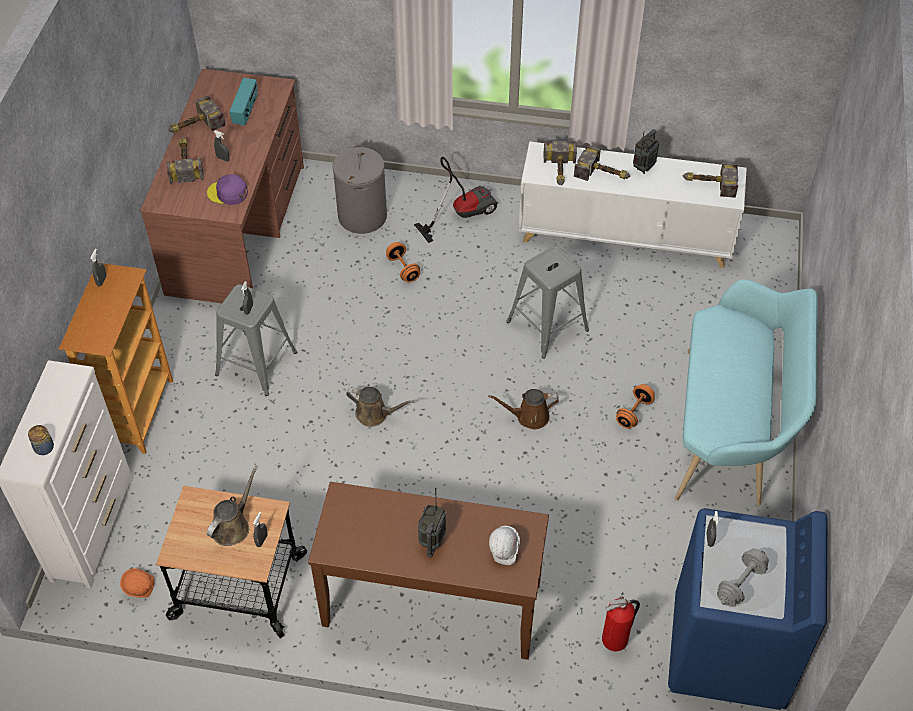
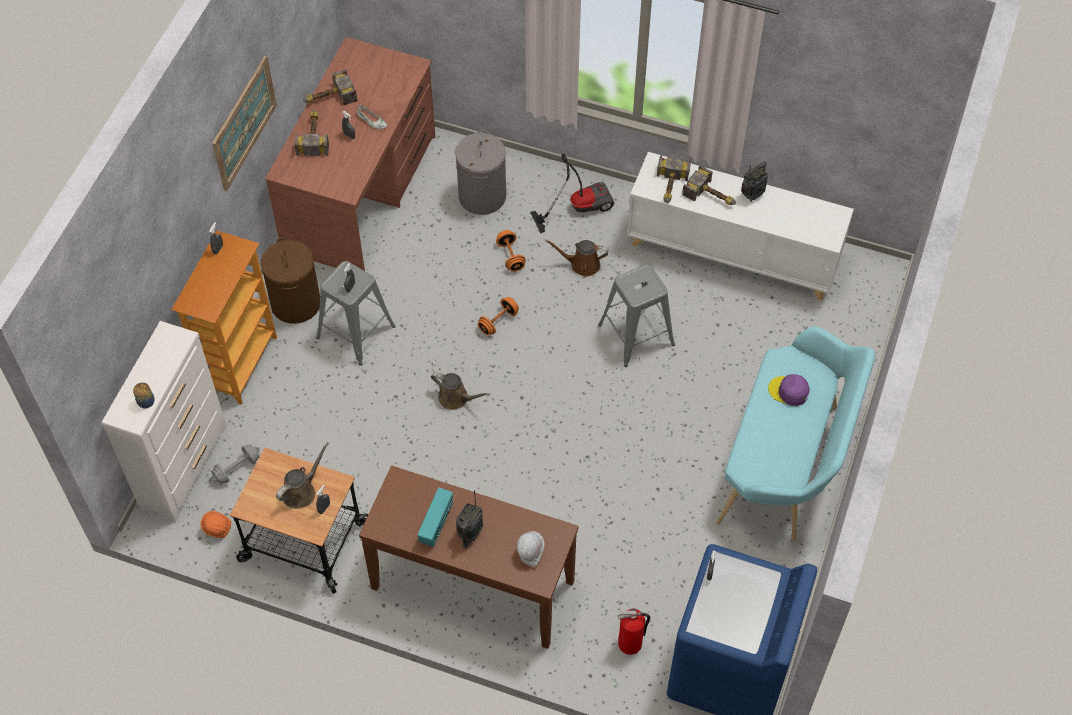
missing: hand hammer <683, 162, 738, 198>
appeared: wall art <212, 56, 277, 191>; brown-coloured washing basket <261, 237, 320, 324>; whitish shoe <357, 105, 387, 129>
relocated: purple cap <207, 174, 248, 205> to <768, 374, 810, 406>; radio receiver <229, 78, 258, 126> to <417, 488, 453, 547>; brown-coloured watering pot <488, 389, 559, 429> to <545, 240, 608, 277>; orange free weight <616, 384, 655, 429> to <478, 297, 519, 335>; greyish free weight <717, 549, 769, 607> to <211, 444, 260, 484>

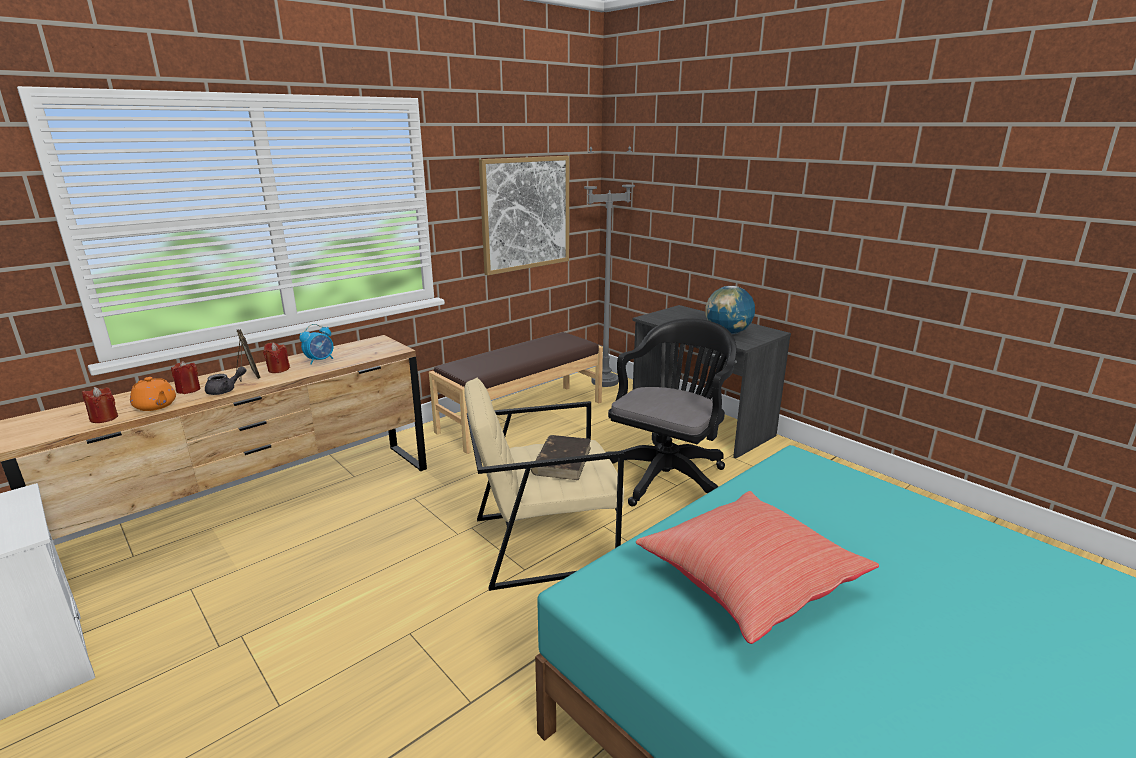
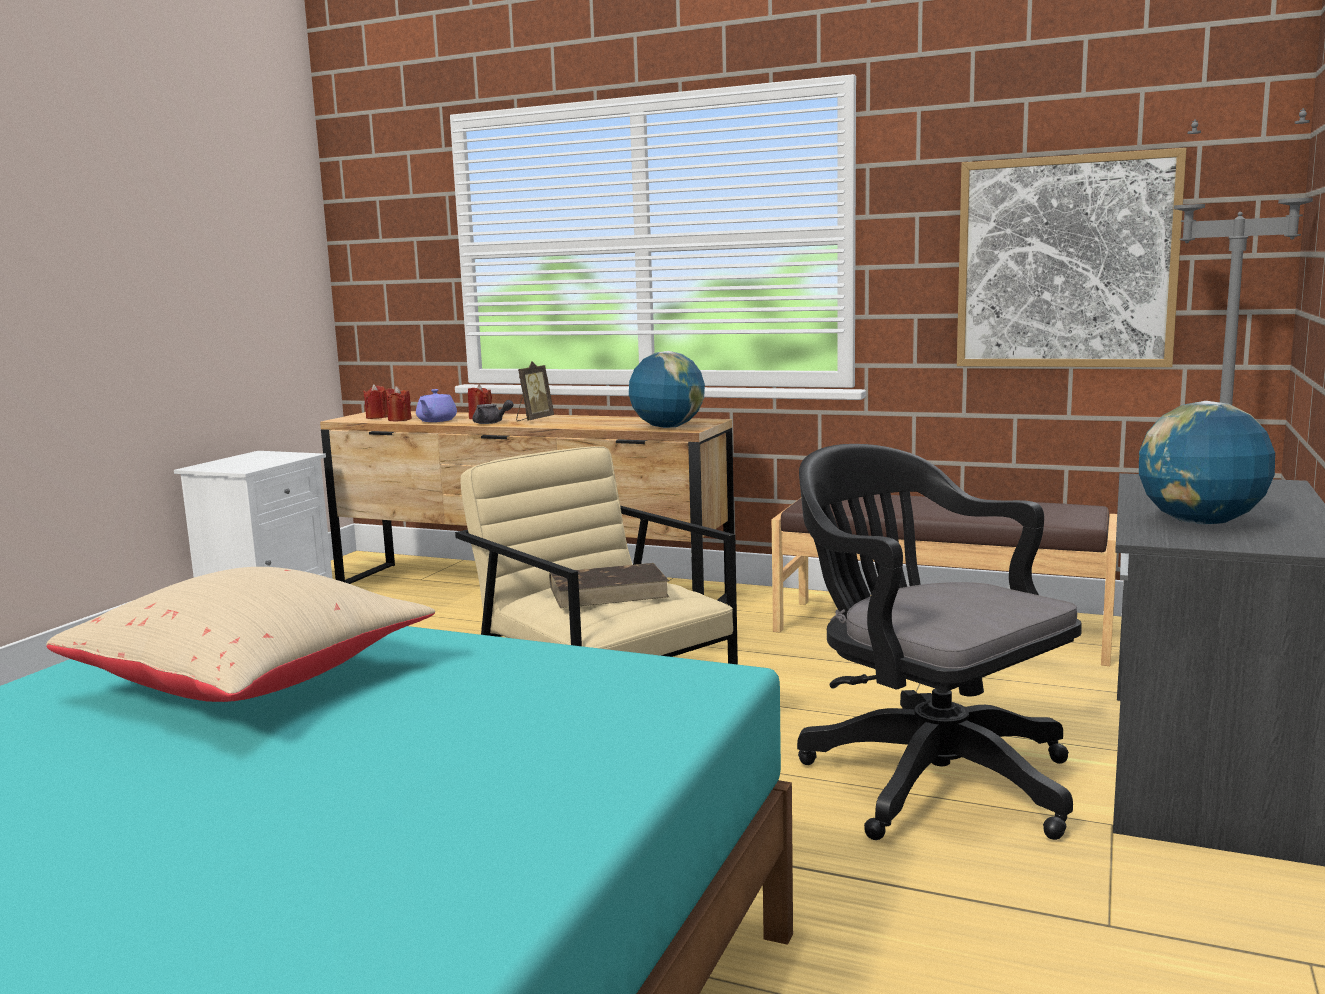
missing: table clock <299, 324, 333, 365>
appeared: world globe <629, 351, 705, 428>
relocated: red-coloured wax light <263, 342, 290, 373> to <363, 384, 388, 419>
colour: orange pot for tea <130, 377, 176, 411> to purple pot for tea <416, 389, 457, 422>; red-coloured throw pillow <636, 491, 879, 644> to beige throw pillow <46, 567, 435, 702>
spun: blackish office chair <606, 318, 736, 507> = <797, 444, 1082, 840> 135 degrees counterclockwise

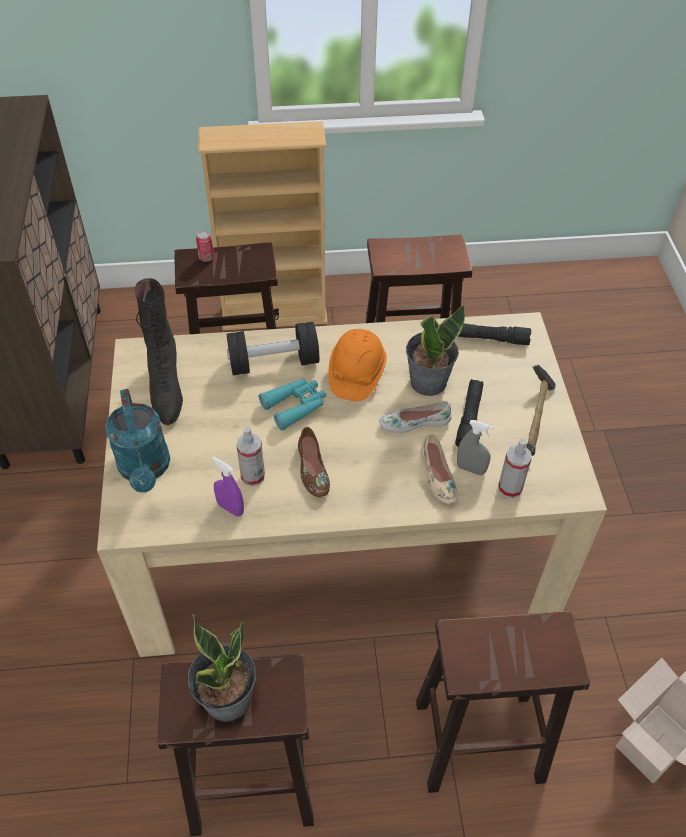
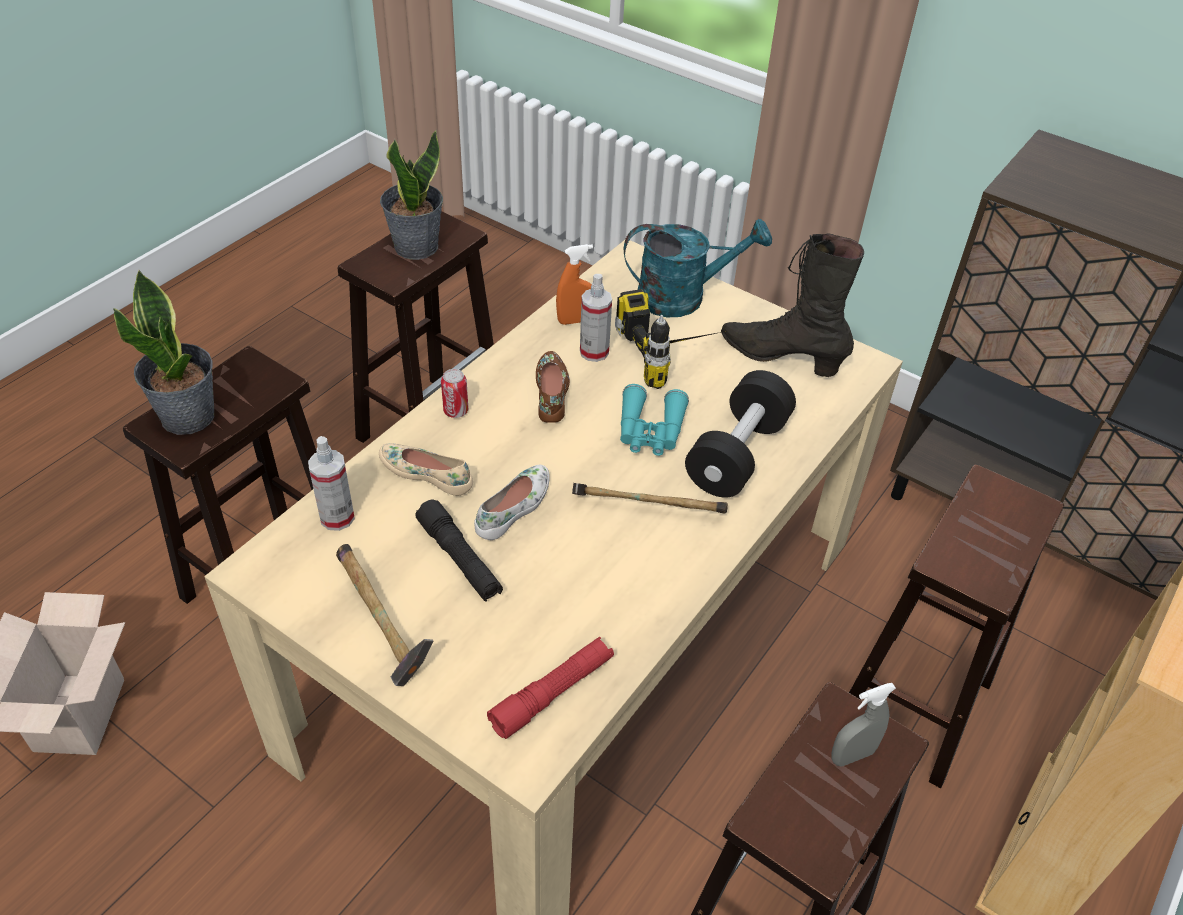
appeared: drill <615, 289, 721, 389>
relocated: metal can <196, 231, 214, 262> to <441, 369, 468, 418>; plant in a pot <406, 305, 465, 396> to <113, 270, 214, 435>; greyish hand sprayer <457, 420, 493, 475> to <831, 683, 896, 767>
exchanged: orange safety helmet <328, 329, 387, 401> to hand hammer <572, 483, 728, 514>
colour: purple hand sprayer <212, 457, 244, 517> to orange hand sprayer <556, 244, 593, 325>; blackish torch <458, 324, 531, 345> to red-coloured torch <487, 637, 614, 739>
spun: turquoise-coloured watering pot <105, 389, 170, 493> = <624, 219, 772, 317> 150 degrees clockwise; brown-coloured shoe <298, 427, 330, 497> = <536, 351, 570, 423> 60 degrees clockwise

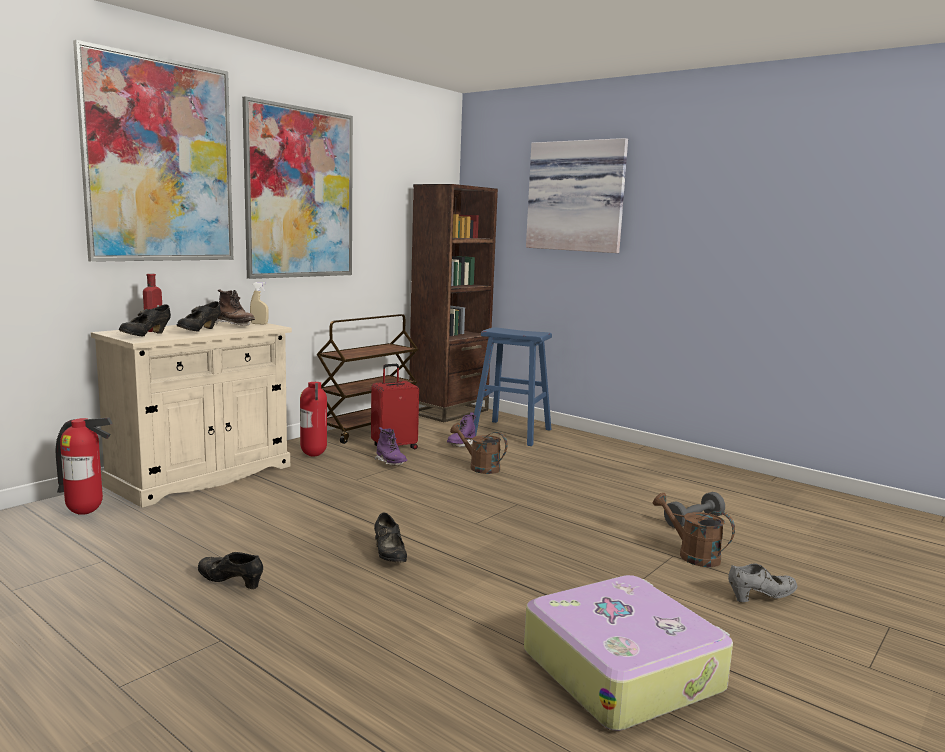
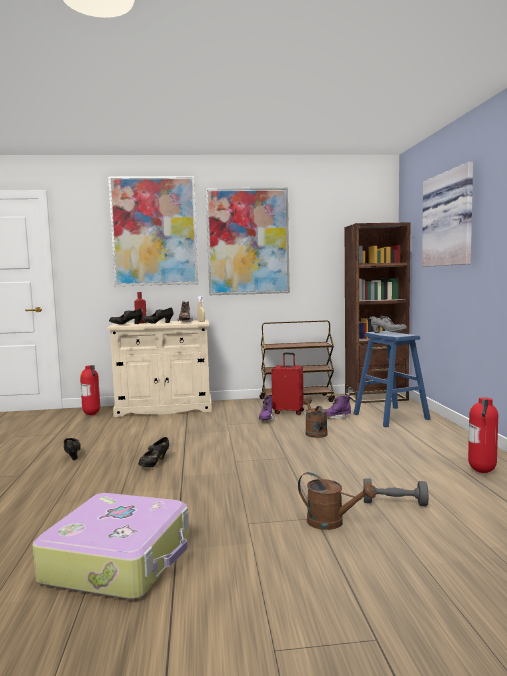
relocated: extinguisher <300, 382, 327, 457> to <468, 398, 498, 473>; greyish shoe <728, 563, 797, 602> to <371, 316, 407, 333>
spun: brown-coloured watering pot <653, 493, 735, 567> = <298, 472, 376, 530> 120 degrees clockwise

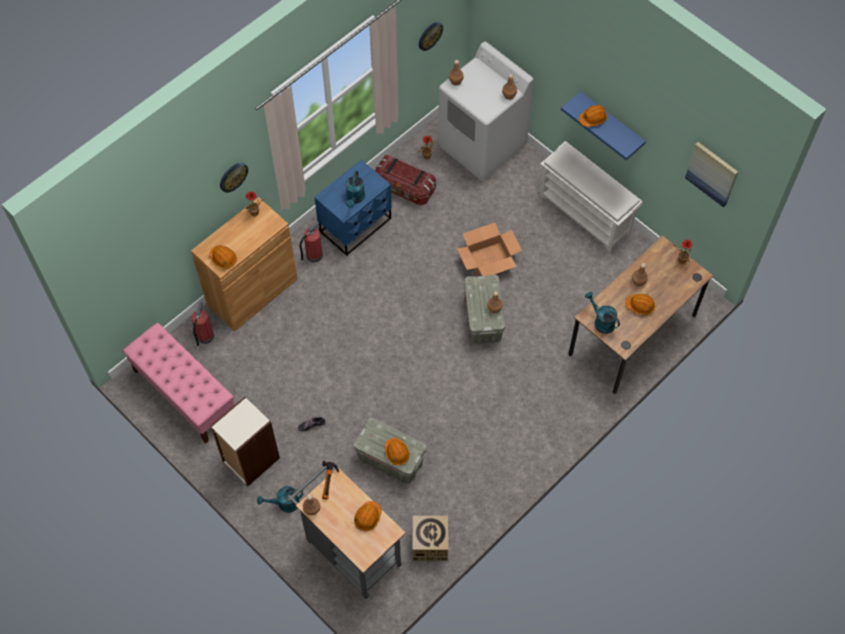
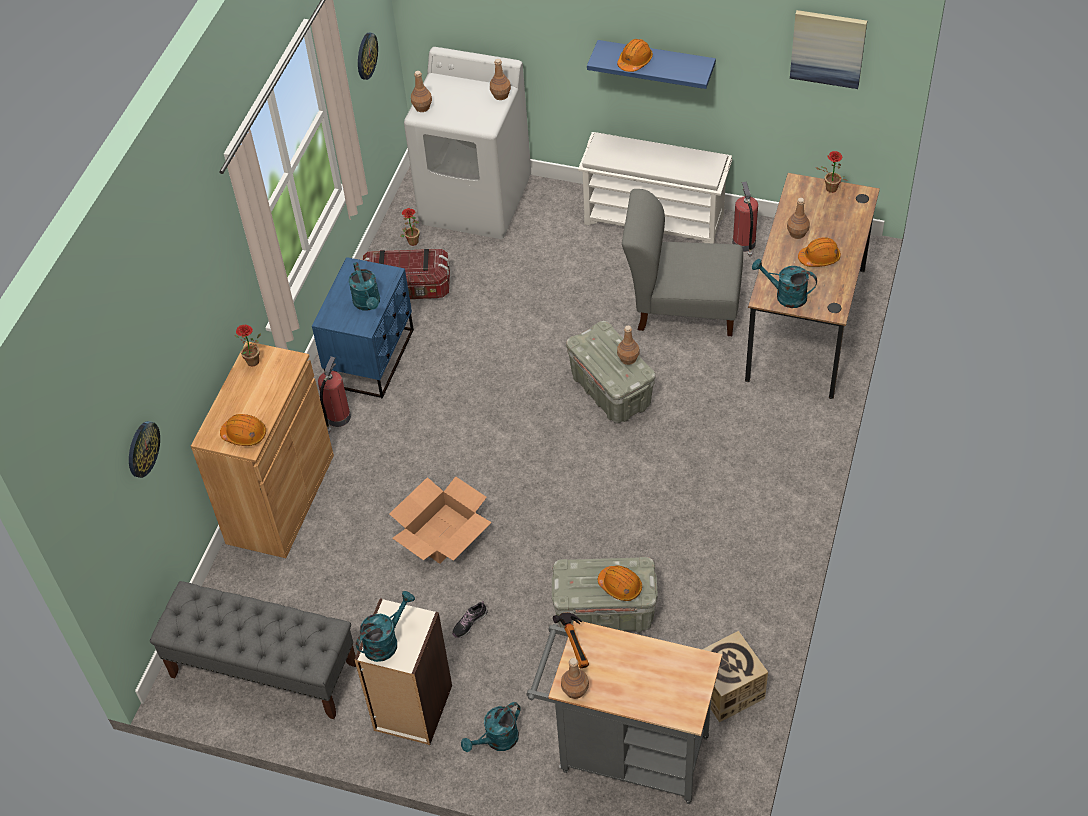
missing: orange safety helmet <354, 501, 382, 532>
appeared: turquoise-coloured watering pot <356, 591, 415, 662>; greyish plain chair <622, 189, 743, 336>
relocated: extinguisher <191, 302, 214, 349> to <733, 181, 758, 257>; hanging clock <220, 163, 248, 193> to <129, 421, 160, 478>; packing box <457, 223, 522, 276> to <389, 476, 492, 564>
colour: pinkish long seat <123, 322, 234, 443> to greyish long seat <150, 581, 356, 719>

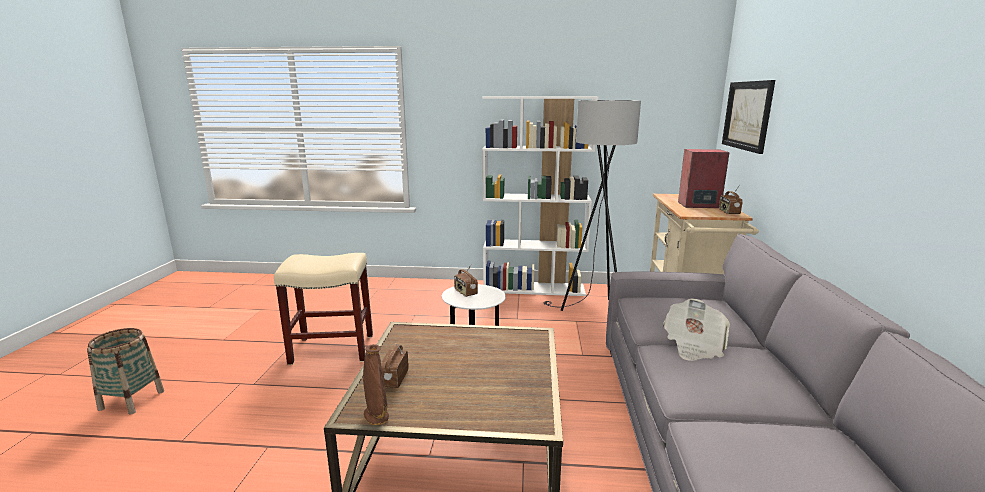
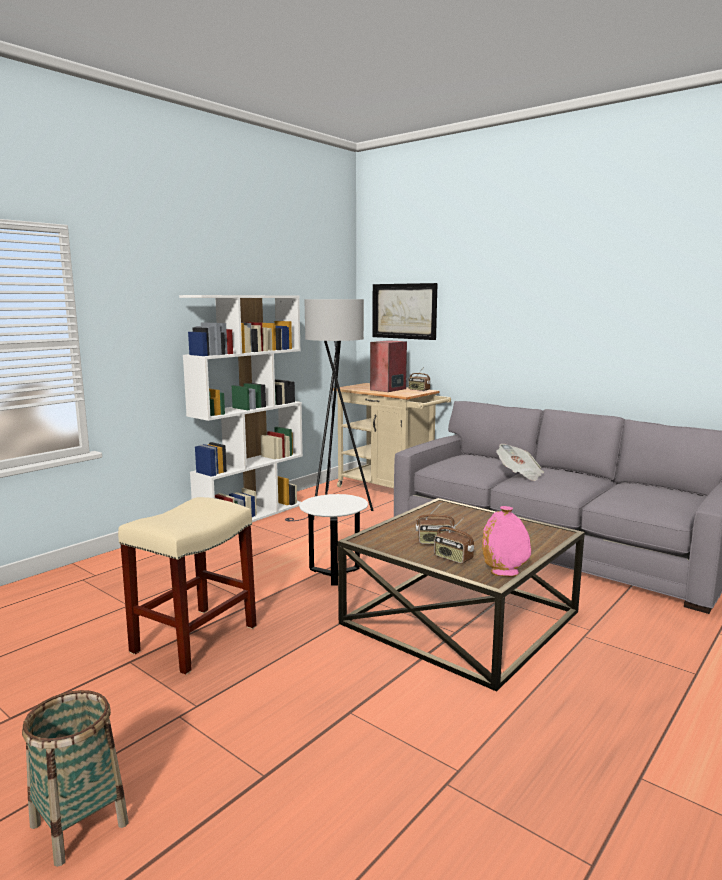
relocated: radio receiver <454, 264, 478, 297> to <416, 502, 455, 544>
colour: brown-coloured vase <363, 344, 389, 425> to pinkish vase <482, 506, 531, 577>

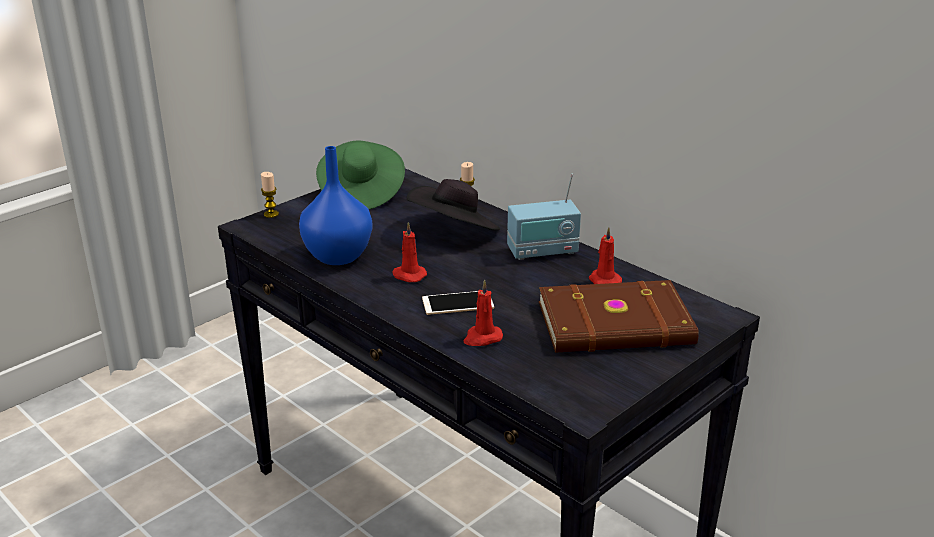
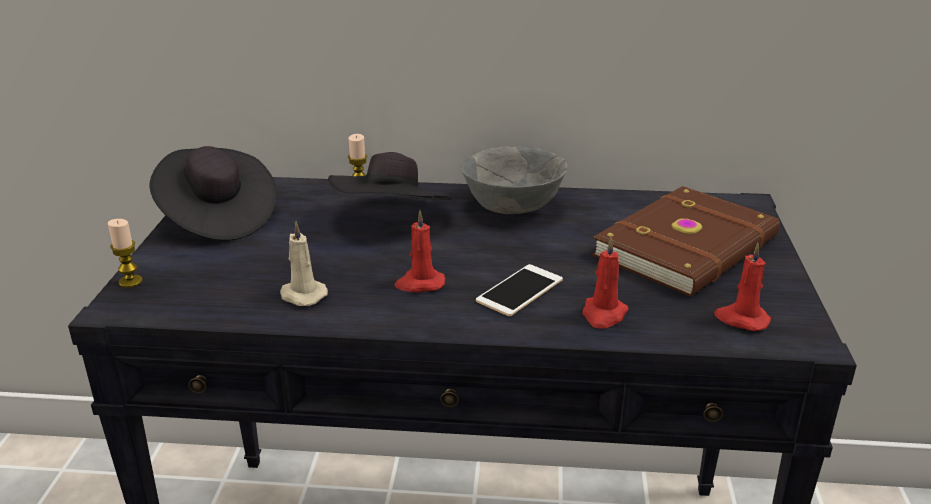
relocated: red-coloured wax light <589, 227, 622, 284> to <714, 243, 771, 331>
exchanged: bluish vase <299, 146, 373, 265> to beige wax light <280, 221, 328, 306>; radio receiver <507, 174, 581, 260> to greyish deep dish <461, 146, 567, 214>
colour: greenish clothing hat <316, 140, 405, 209> to blackish clothing hat <150, 146, 277, 241>

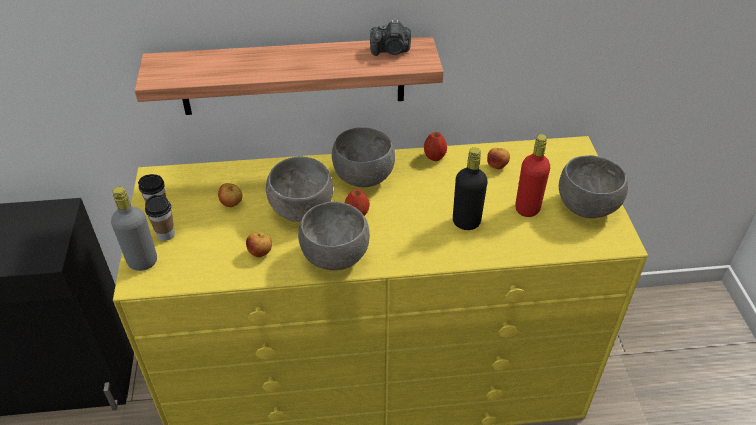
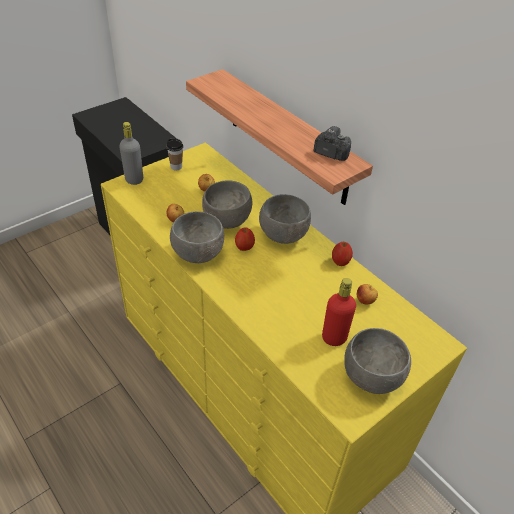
missing: cup <145, 195, 175, 241>; blackish bottle <453, 148, 488, 230>
spun: photo camera <370, 20, 411, 56> = <314, 126, 351, 161> 150 degrees clockwise

